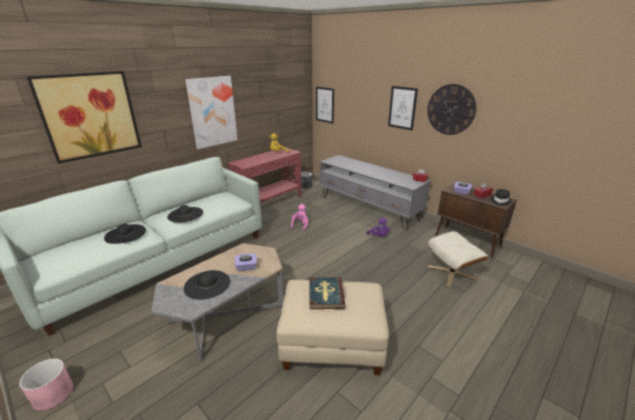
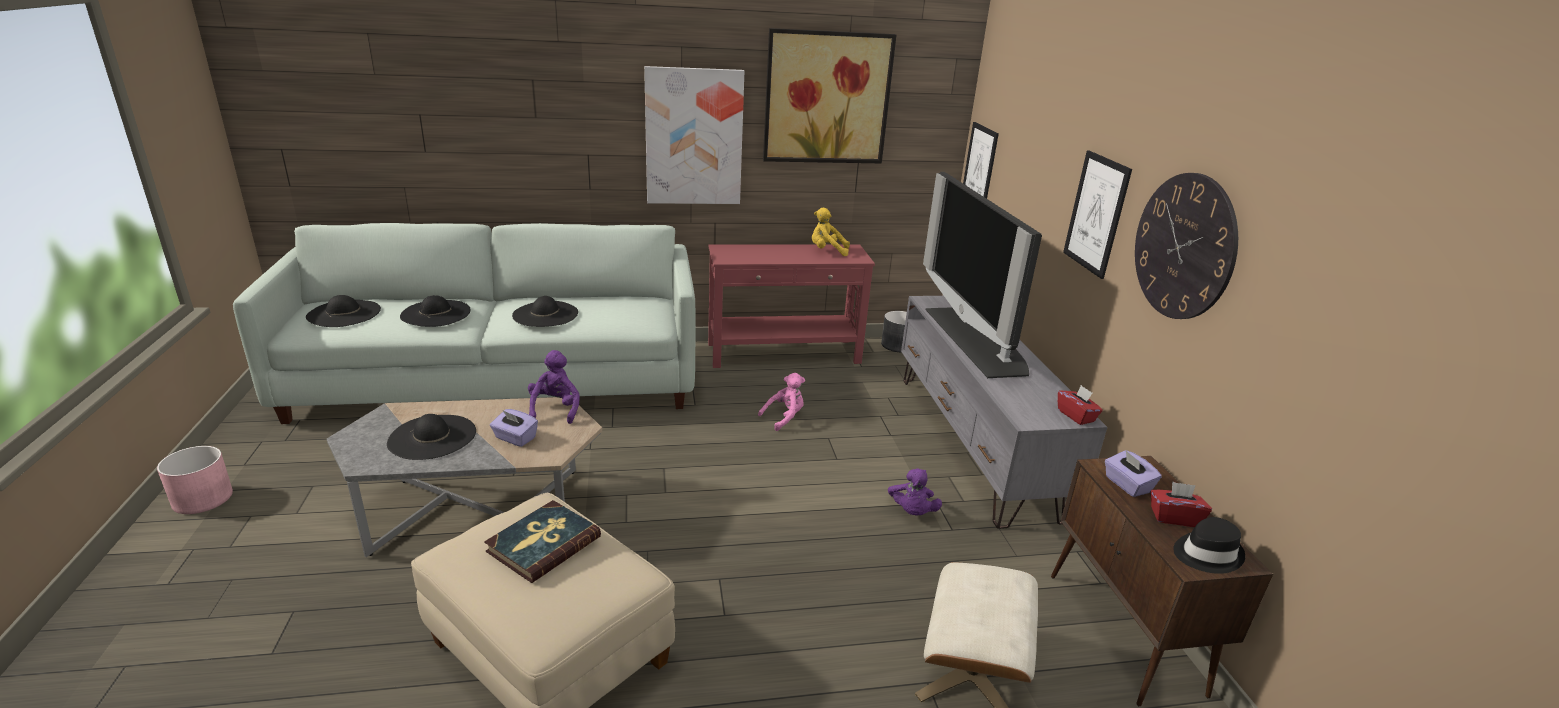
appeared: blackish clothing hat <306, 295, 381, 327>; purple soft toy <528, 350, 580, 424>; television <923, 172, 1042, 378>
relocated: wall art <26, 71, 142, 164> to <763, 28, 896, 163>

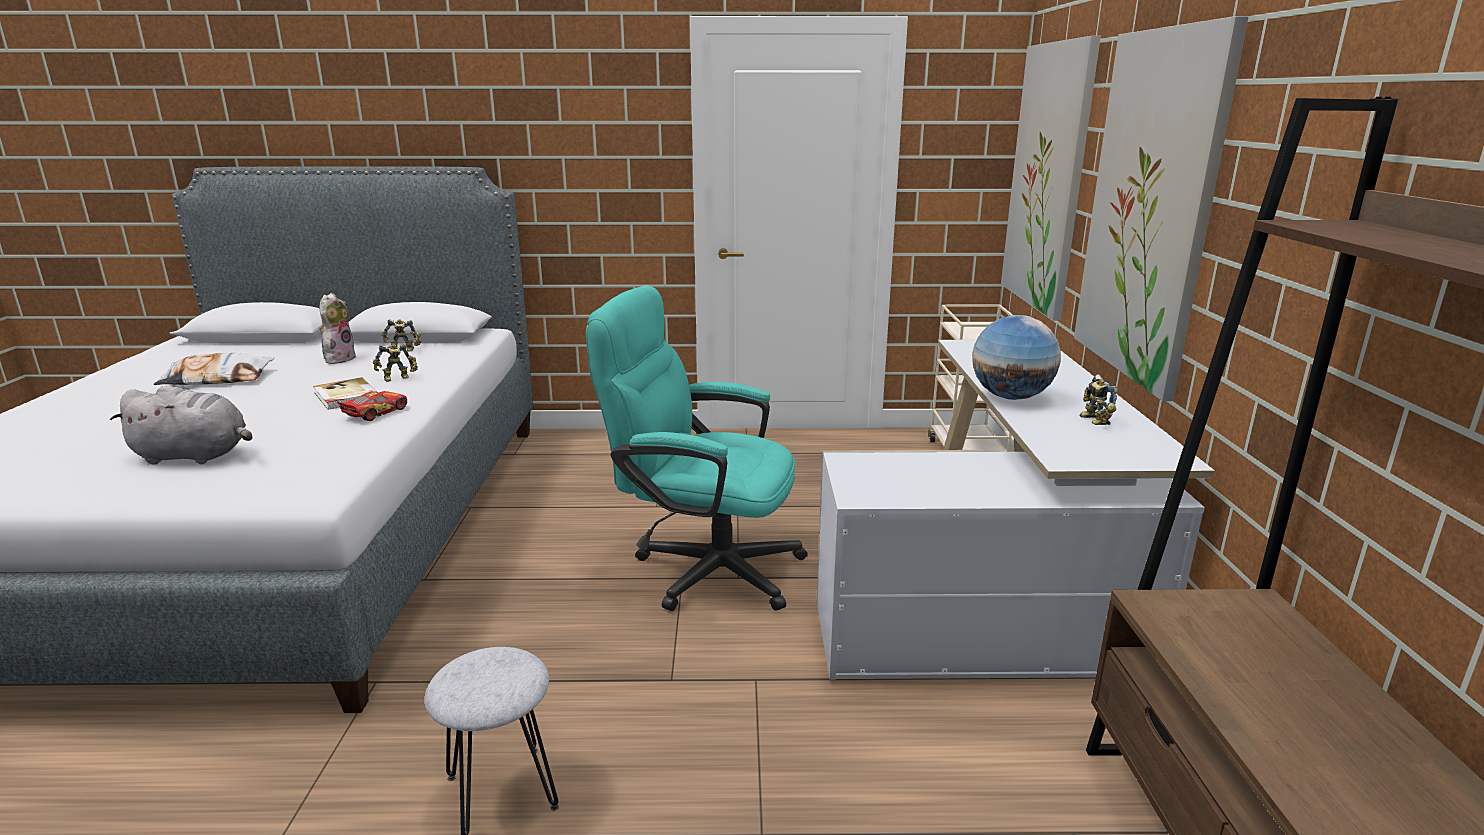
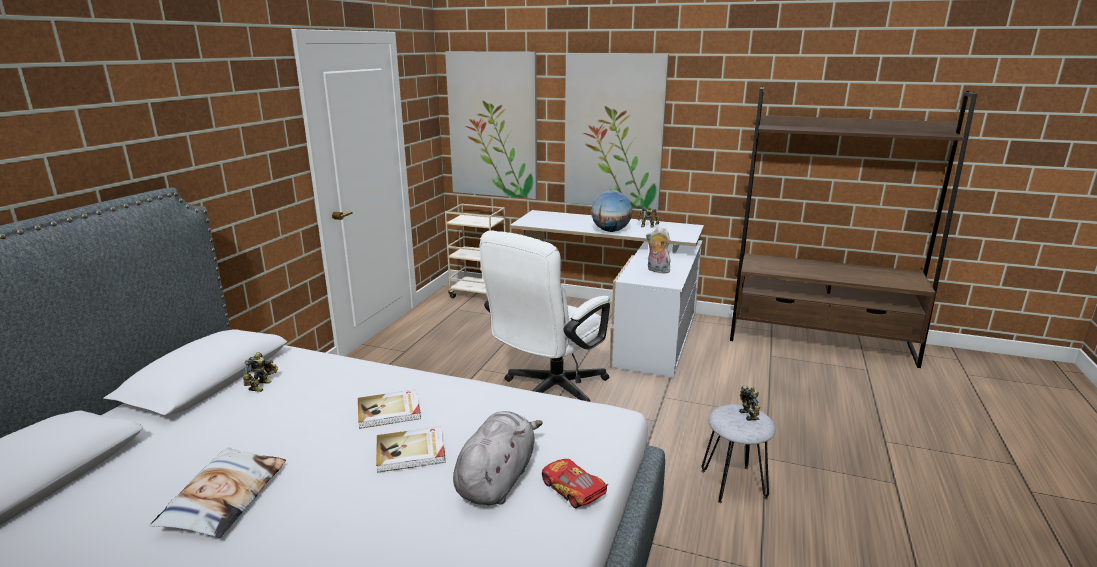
appeared: book <376, 427, 446, 473>
relocated: soft toy <319, 293, 356, 364> to <646, 227, 671, 273>; model car <338, 391, 407, 421> to <542, 459, 608, 508>; toy robot <373, 344, 418, 382> to <739, 385, 760, 421>
colour: turquoise-coloured office chair <586, 285, 808, 611> to whitish office chair <479, 231, 610, 402>

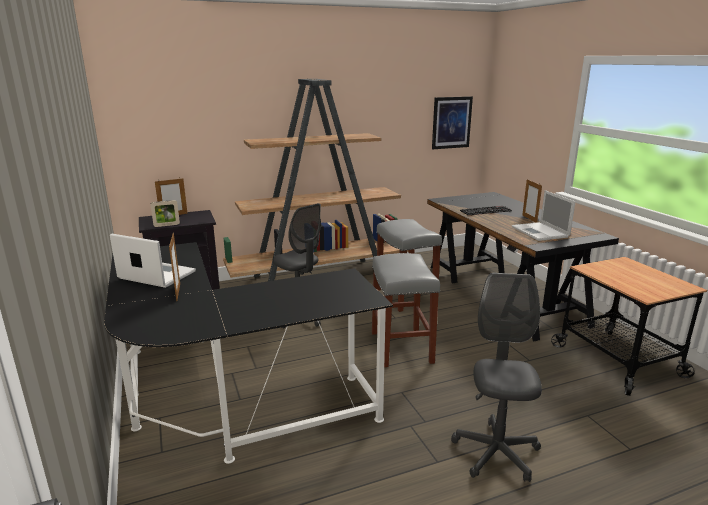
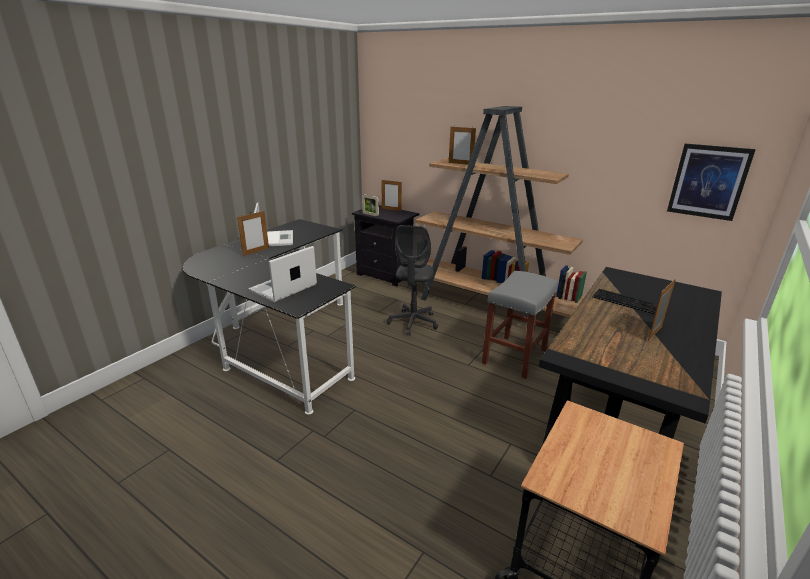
missing: greyish stool seat <372, 253, 440, 367>; greyish office chair <451, 273, 542, 482>
appeared: photo frame <449, 127, 476, 165>
relocated: notebook computer <512, 190, 575, 241> to <249, 246, 317, 302>

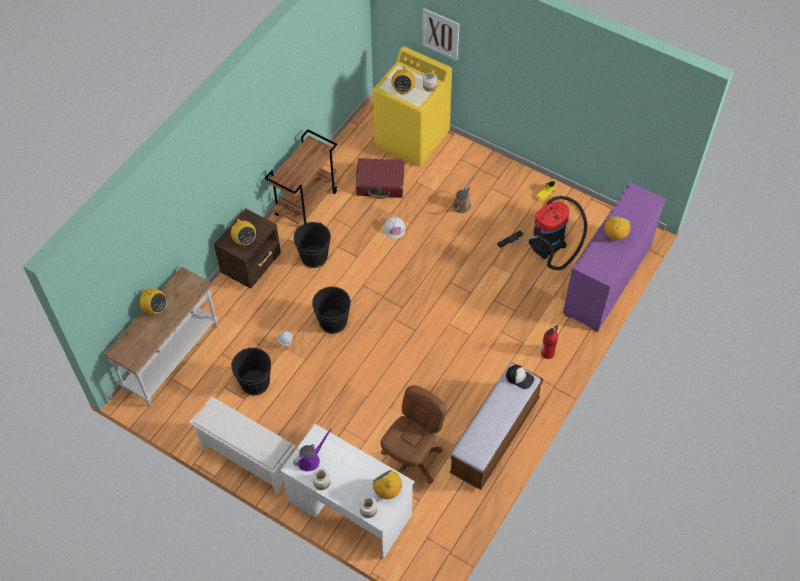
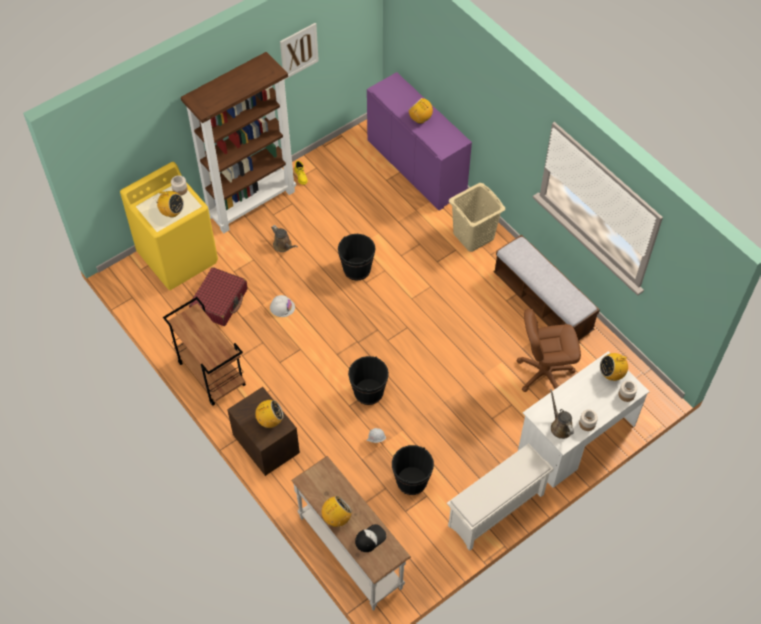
missing: hoover <497, 196, 587, 270>
appeared: brown-coloured bookshelf <181, 52, 296, 233>
relocated: blackish bucket <294, 222, 331, 268> to <338, 234, 375, 281>; wall art <422, 8, 460, 61> to <280, 23, 319, 80>; cap <506, 365, 534, 389> to <355, 524, 386, 552>
exchanged: extinguisher <541, 325, 558, 359> to beige washing basket <449, 183, 505, 252>
colour: purple watering pot <293, 429, 332, 471> to brown-coloured watering pot <550, 389, 574, 439>
spun: brown-coloured office chair <380, 385, 446, 484> = <516, 309, 581, 392> 60 degrees counterclockwise

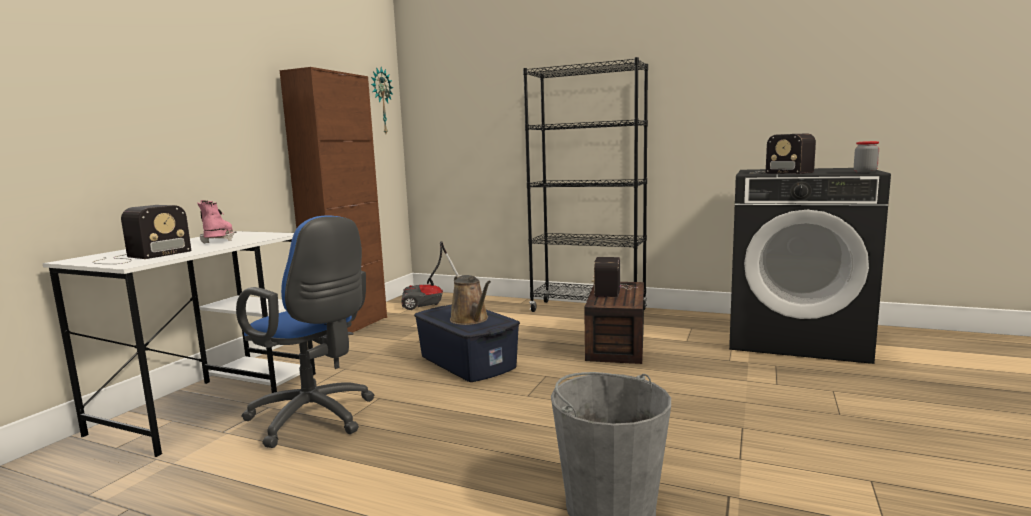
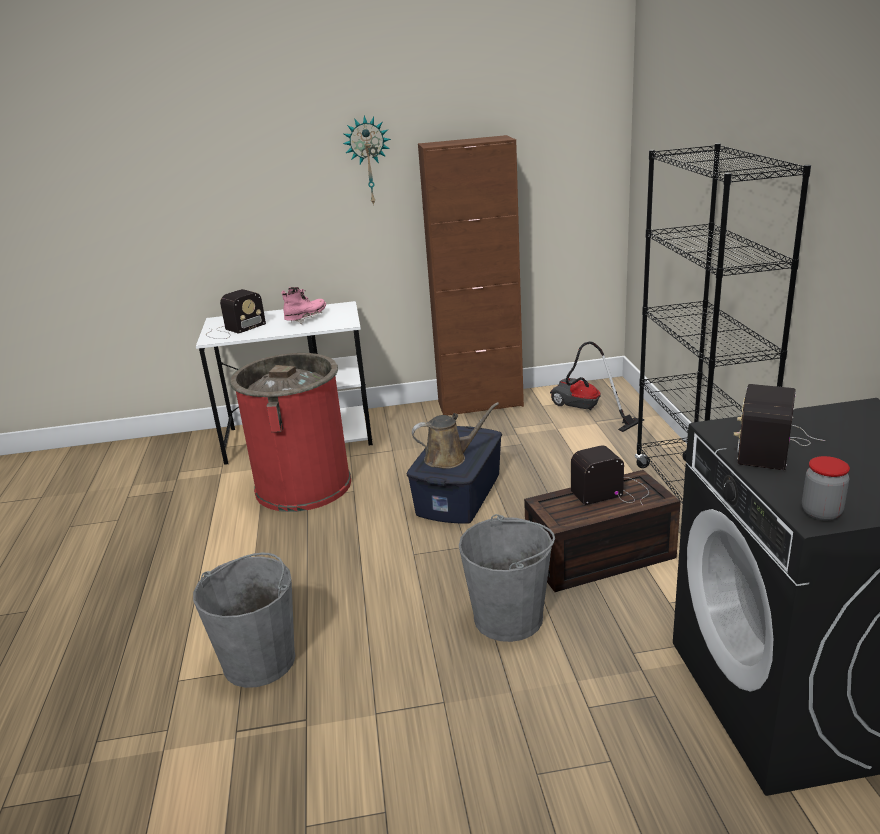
appeared: greyish bucket <459, 514, 555, 642>
relocated: hanging clock <371, 67, 393, 134> to <343, 115, 391, 206>
exchanged: bluish office chair <236, 215, 375, 448> to red-coloured trash can <230, 353, 351, 512>
spun: radio receiver <92, 205, 191, 264> = <206, 289, 266, 339> 45 degrees counterclockwise; brown-coloured watering pot <450, 275, 491, 325> = <412, 402, 499, 469> 135 degrees counterclockwise

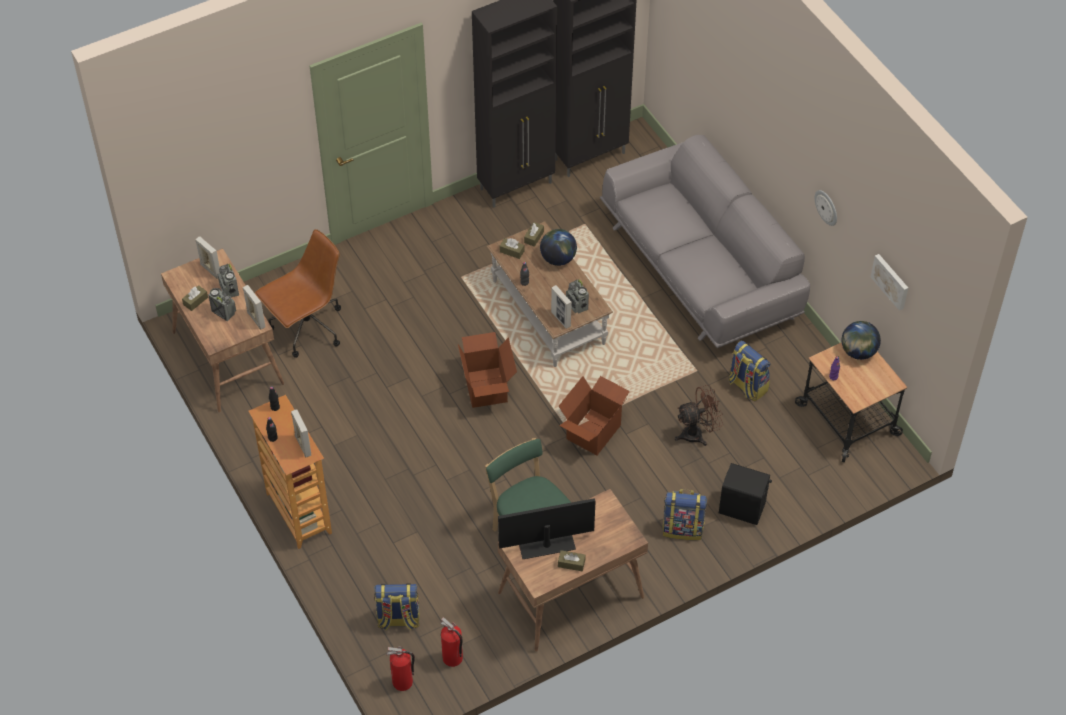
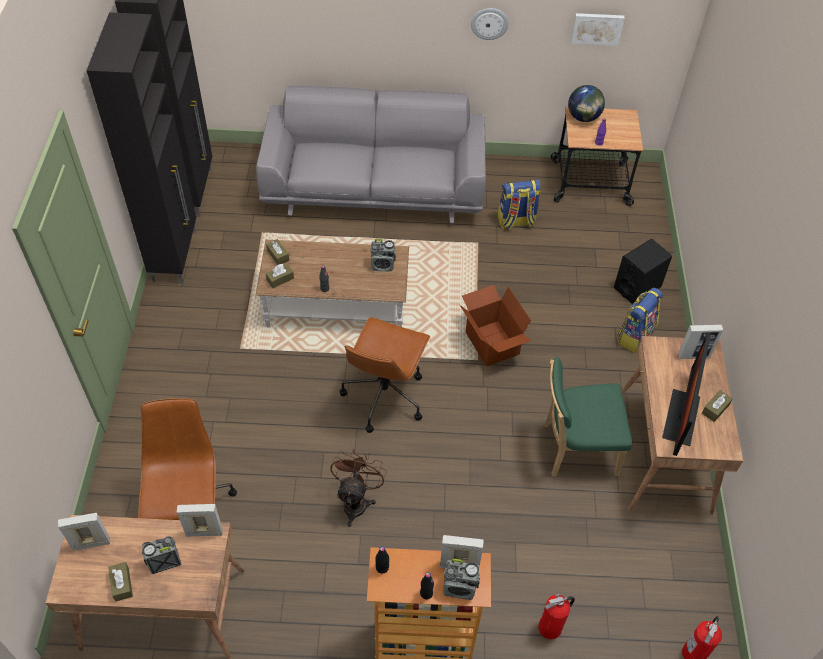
missing: backpack <374, 583, 420, 630>; world globe <540, 229, 577, 266>
relocated: radio receiver <217, 264, 239, 297> to <443, 559, 480, 600>; extinguisher <440, 617, 463, 667> to <538, 594, 575, 639>; photo frame <551, 285, 572, 329> to <678, 325, 723, 359>; brown-coloured fan <674, 385, 723, 446> to <330, 449, 387, 527>
exchanged: packing box <458, 332, 517, 408> to brown-coloured office chair <340, 317, 430, 433>

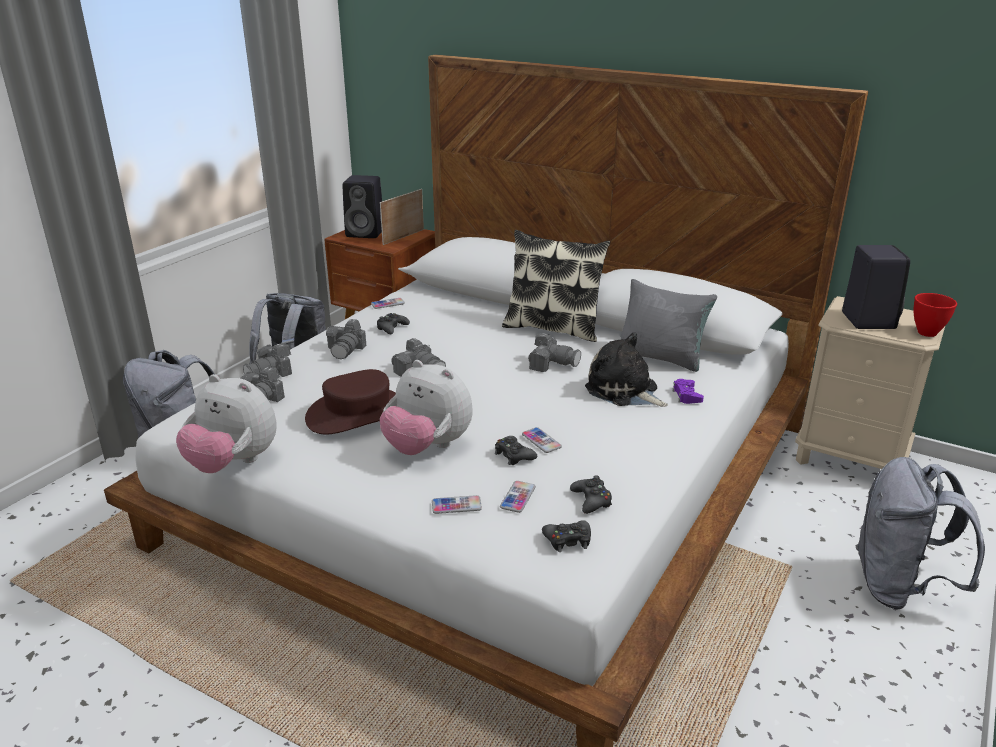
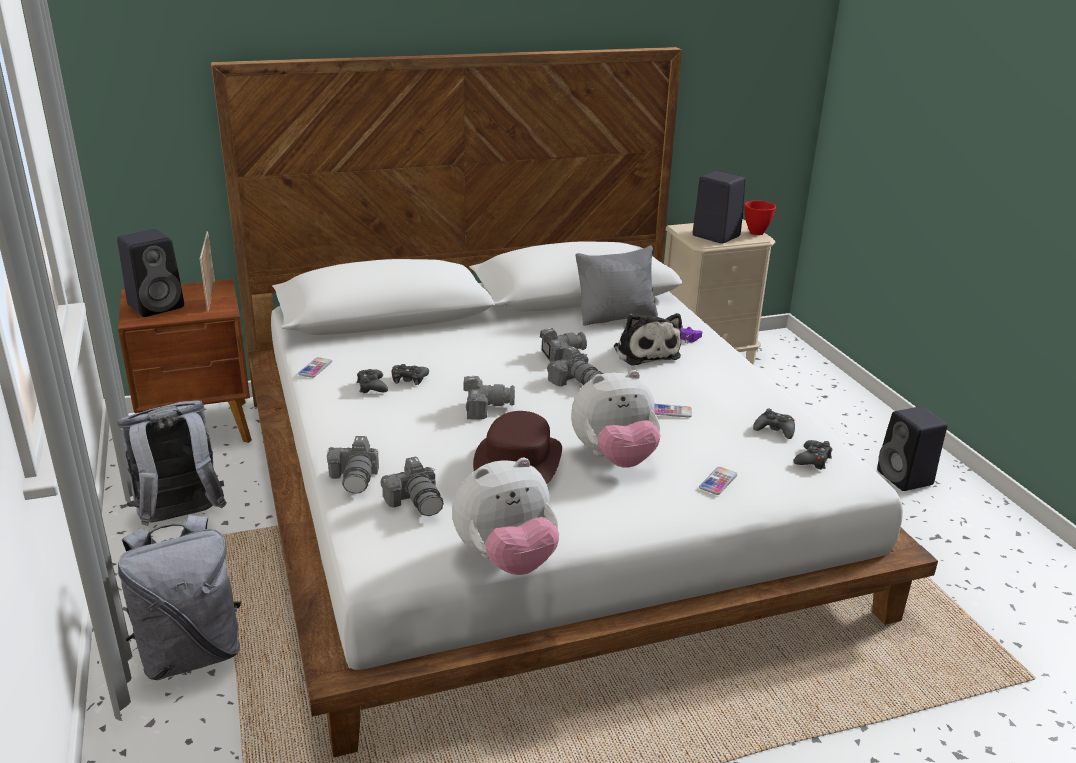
missing: phone <500, 481, 536, 513>; throw pillow <502, 230, 610, 342>; greyish backpack <856, 457, 985, 610>
appeared: blackish audio speaker <877, 406, 947, 491>
relocated: photo camera <326, 319, 366, 359> to <547, 346, 603, 387>; blackish gamepad <495, 436, 537, 465> to <392, 364, 429, 385>
spun: soft toy <585, 333, 668, 407> = <613, 313, 682, 366> 105 degrees counterclockwise

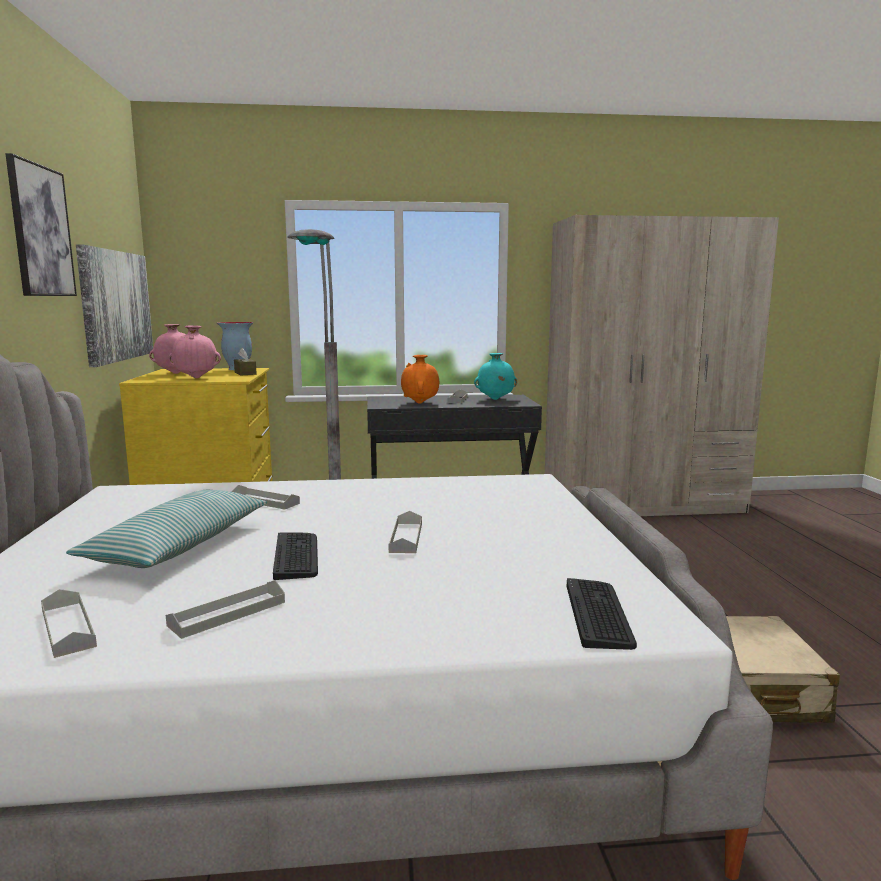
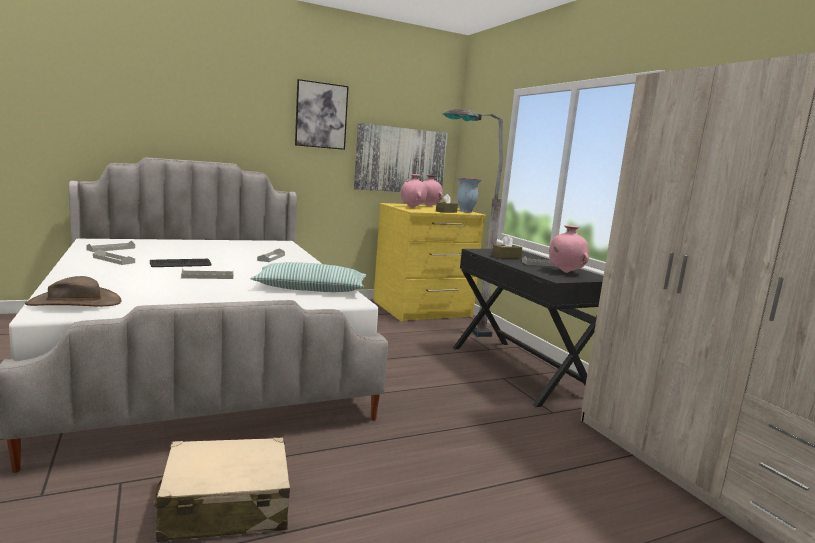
relocated: throw pillow <66, 490, 267, 568> to <251, 262, 367, 292>
exchanged: orange vase <401, 355, 439, 404> to brown-coloured box of tissues <492, 235, 522, 259>; PC keyboard <566, 578, 637, 650> to brown-coloured clothing hat <25, 276, 122, 306>
colour: turquoise-coloured vase <474, 353, 517, 400> to pinkish vase <549, 225, 589, 273>

